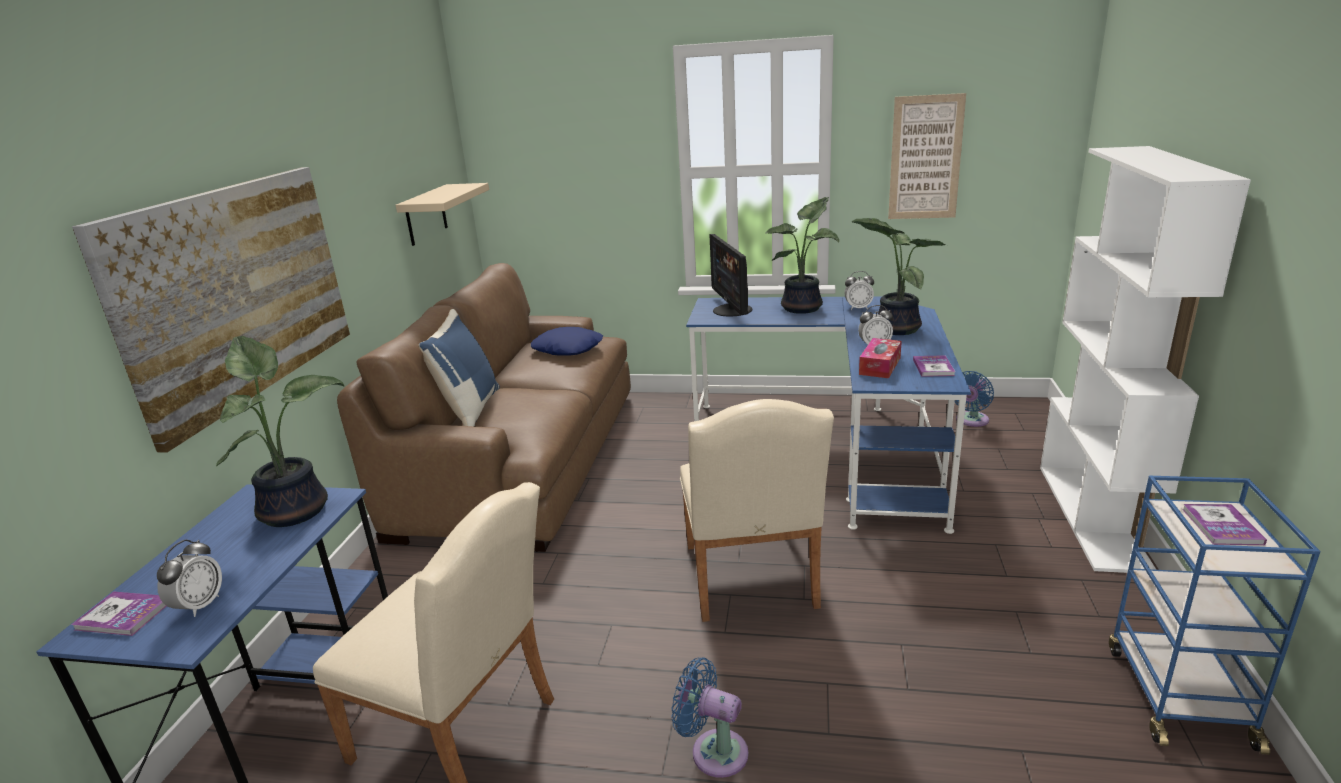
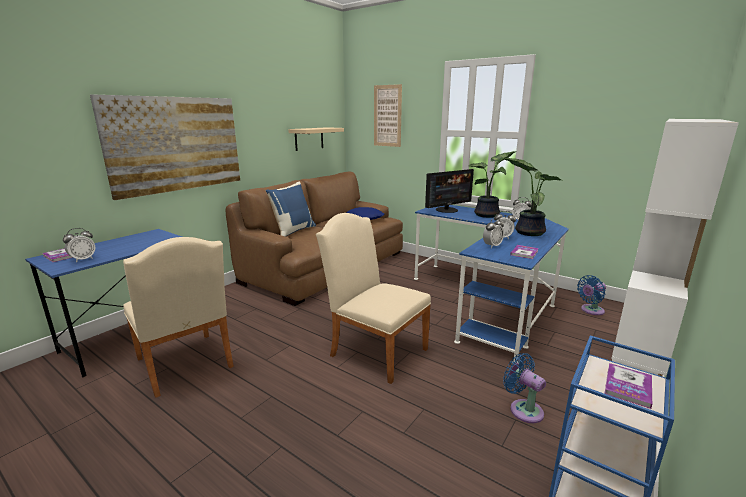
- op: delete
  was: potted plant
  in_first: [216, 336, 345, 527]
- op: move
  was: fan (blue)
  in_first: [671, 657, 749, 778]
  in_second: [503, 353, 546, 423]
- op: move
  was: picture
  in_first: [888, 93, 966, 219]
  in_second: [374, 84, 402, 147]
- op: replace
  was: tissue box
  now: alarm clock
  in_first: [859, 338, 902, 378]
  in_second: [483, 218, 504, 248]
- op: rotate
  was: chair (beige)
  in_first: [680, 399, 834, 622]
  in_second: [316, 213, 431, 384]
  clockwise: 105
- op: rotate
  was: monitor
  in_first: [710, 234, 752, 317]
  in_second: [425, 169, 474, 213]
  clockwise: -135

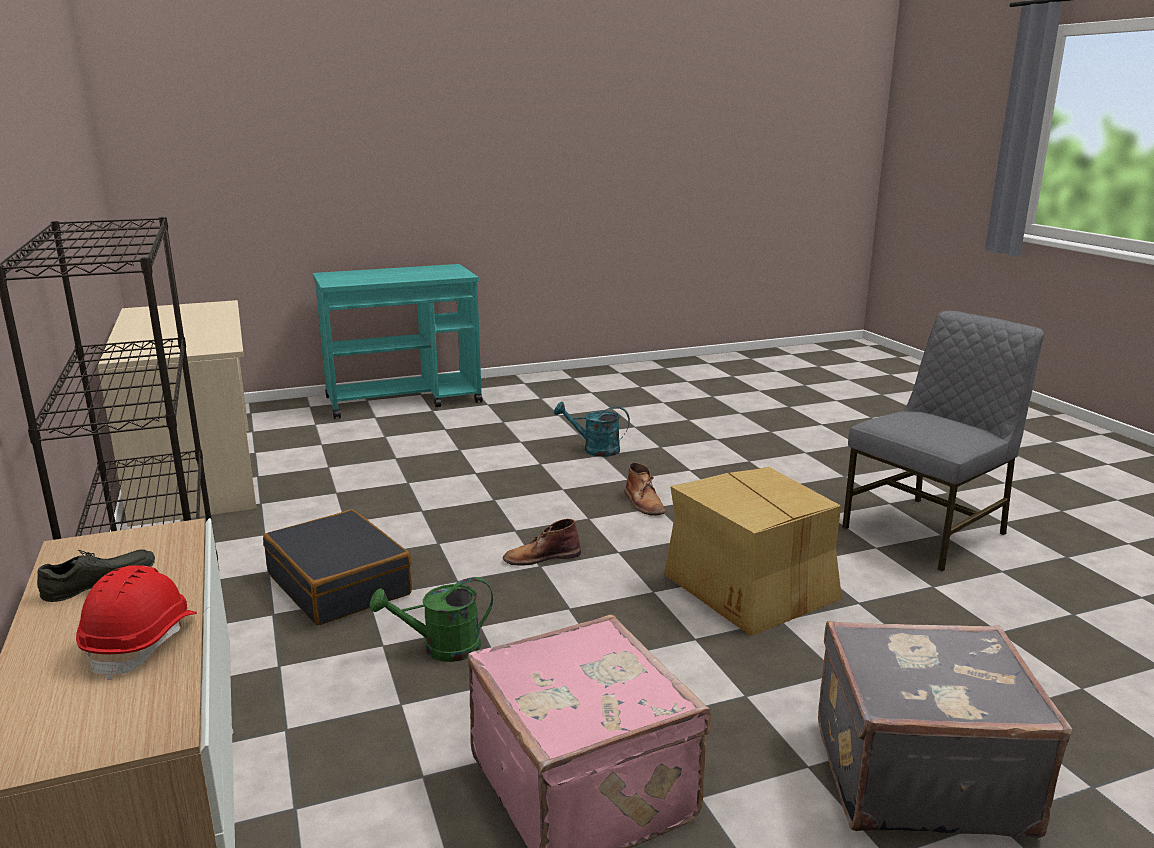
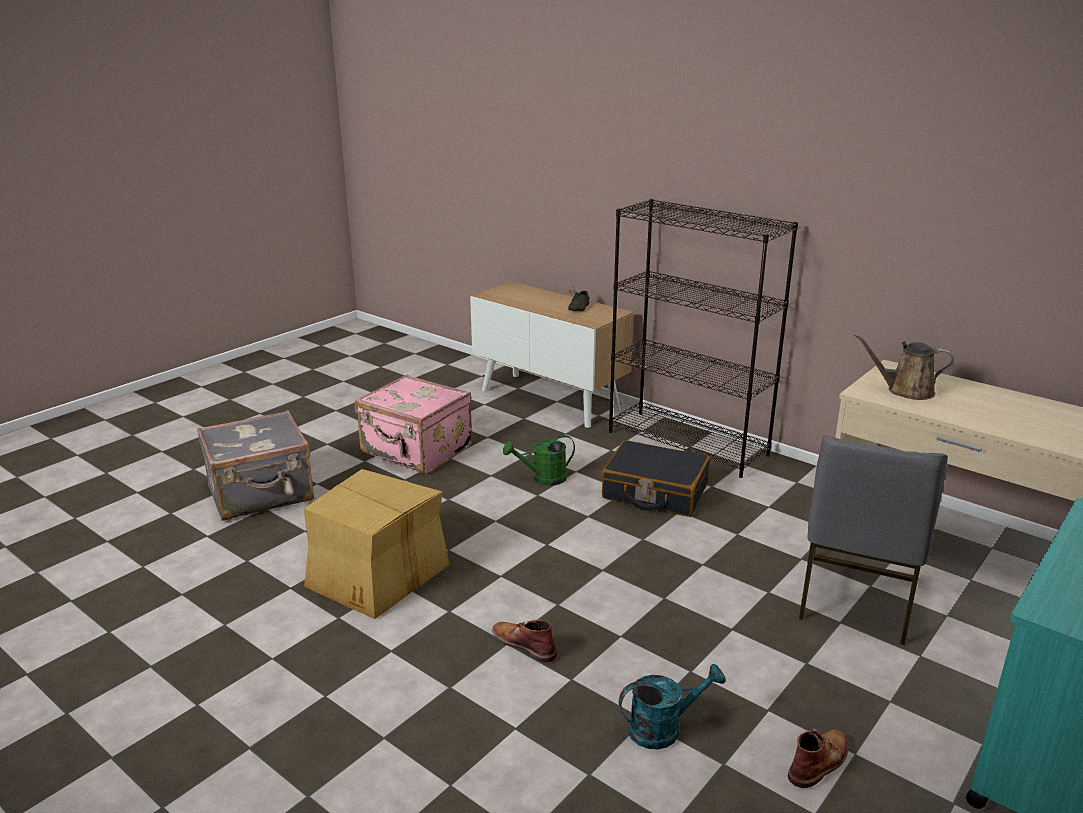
- op: delete
  was: hard hat (red)
  in_first: [76, 565, 197, 680]
- op: insert
  now: watering can (brown)
  in_second: [854, 334, 954, 400]
- op: move
  was: boot (brown)
  in_first: [503, 519, 581, 566]
  in_second: [788, 728, 849, 788]
- op: move
  was: chair (grey)
  in_first: [842, 311, 1044, 571]
  in_second: [799, 435, 948, 645]
- op: rotate
  was: watering can (green)
  in_first: [370, 577, 493, 662]
  in_second: [503, 435, 575, 486]
  clockwise: -150

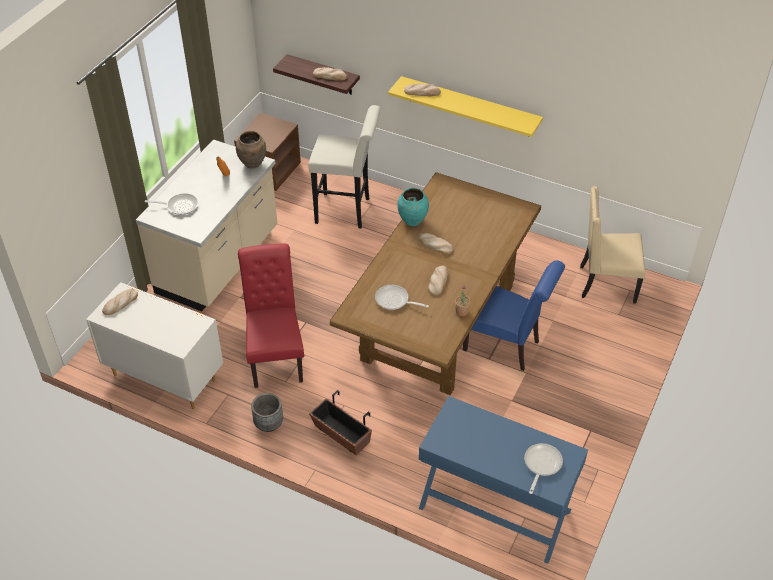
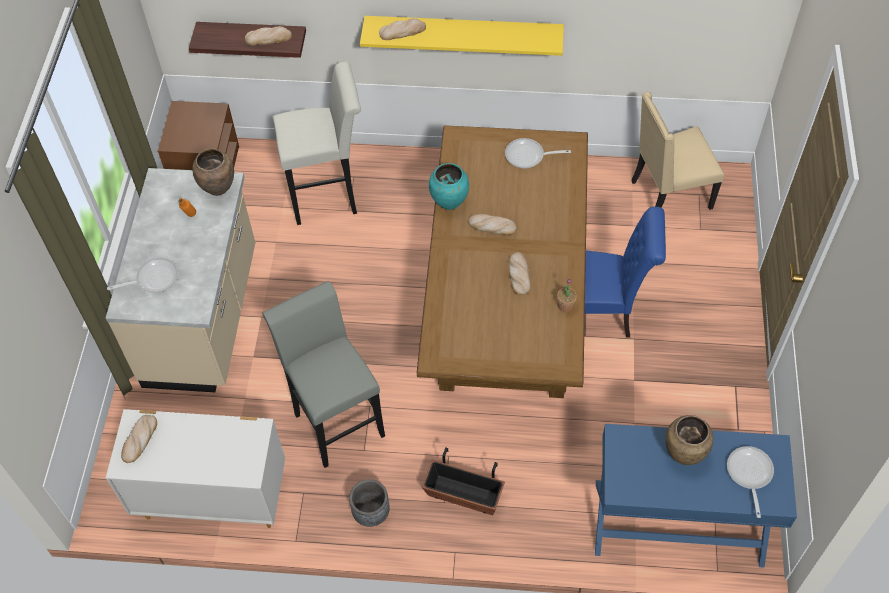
- op: insert
  now: vase (brown)
  in_second: [665, 415, 713, 465]
- op: move
  was: frying pan
  in_first: [375, 285, 429, 310]
  in_second: [505, 138, 571, 169]
- op: replace
  was: chair (red)
  now: stool (grey)
  in_first: [238, 244, 304, 388]
  in_second: [262, 281, 385, 468]

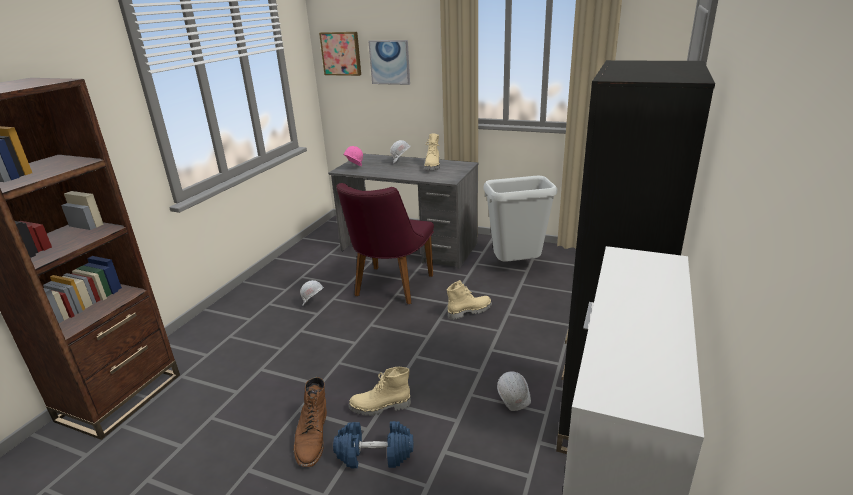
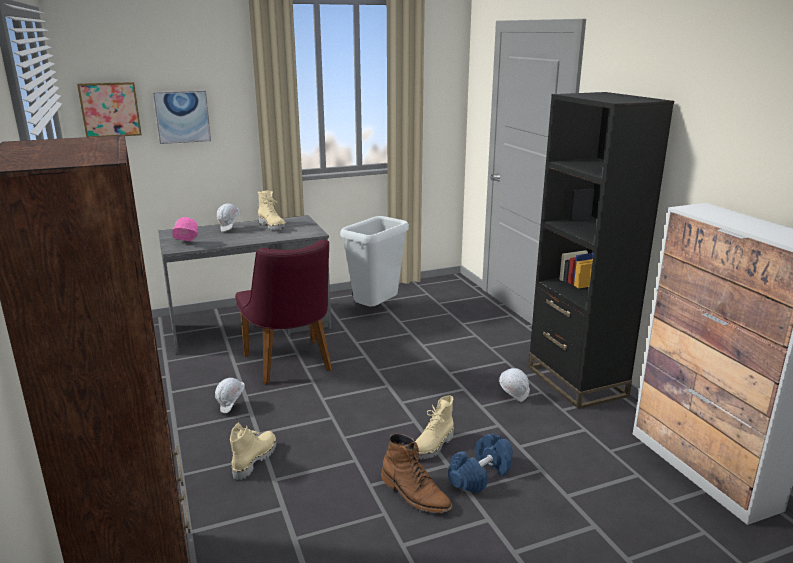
- op: move
  was: boot (beige)
  in_first: [447, 280, 492, 320]
  in_second: [230, 423, 277, 480]

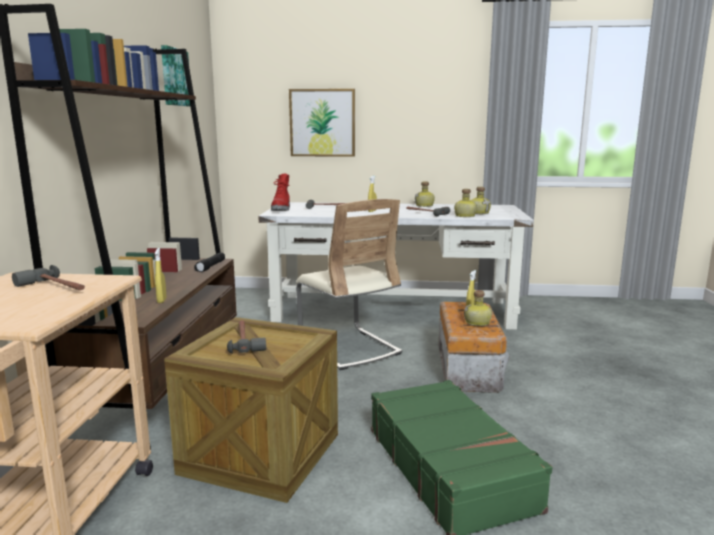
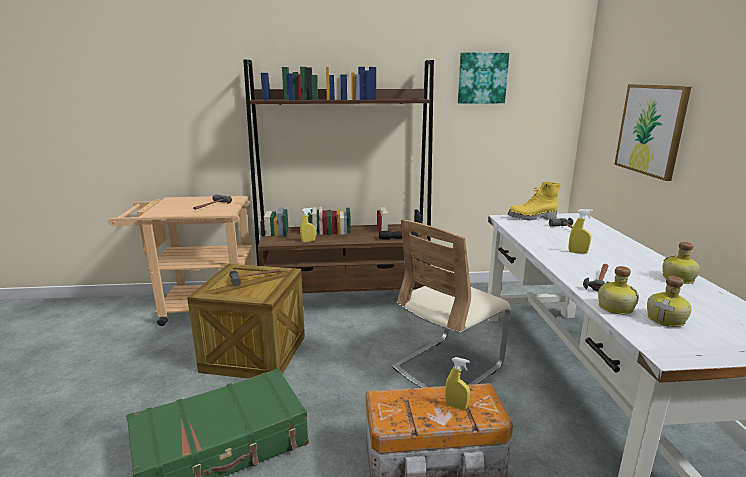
- op: delete
  was: bottle
  in_first: [464, 290, 492, 326]
- op: recolor
  was: boot (red)
  now: boot (yellow)
  in_first: [271, 173, 290, 211]
  in_second: [508, 182, 561, 221]

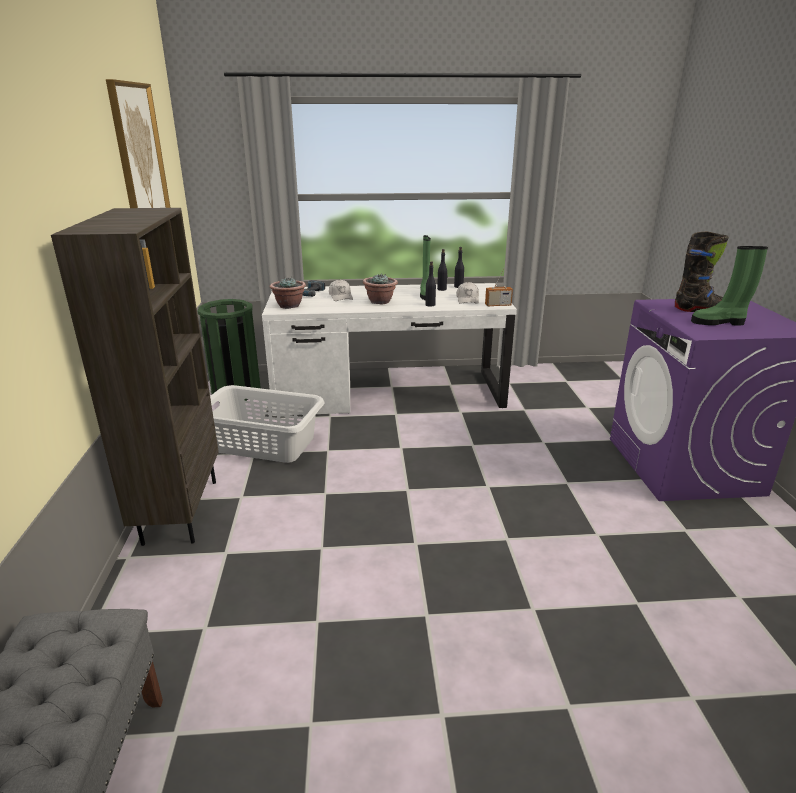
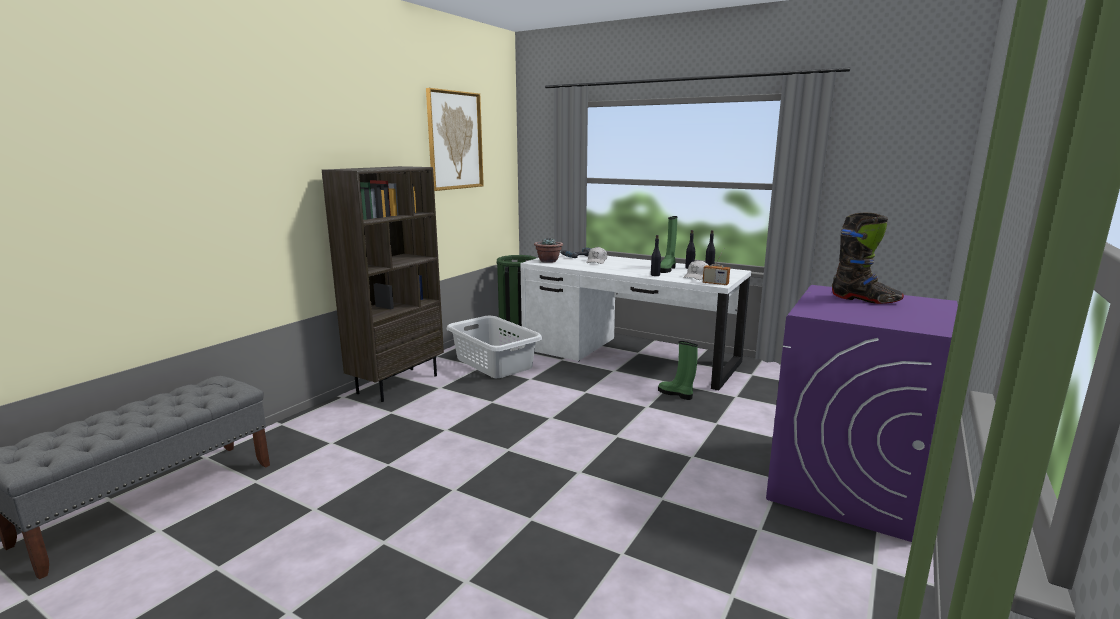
- op: delete
  was: potted plant
  in_first: [363, 274, 398, 304]
- op: move
  was: boot (green)
  in_first: [691, 246, 768, 326]
  in_second: [658, 341, 698, 400]

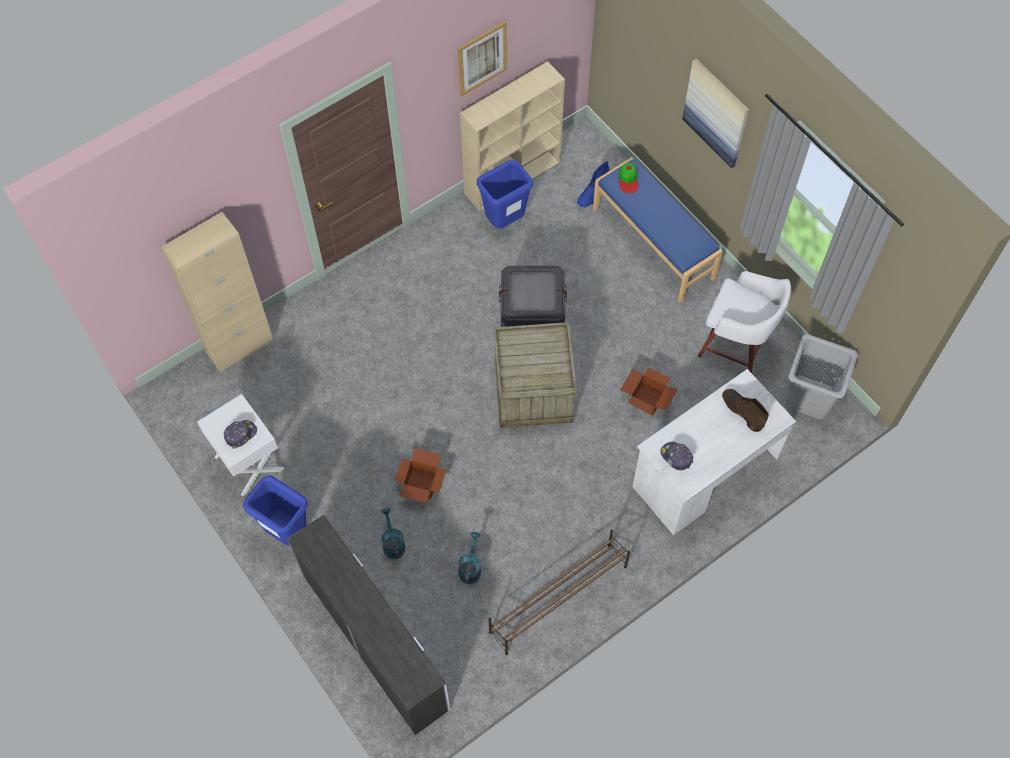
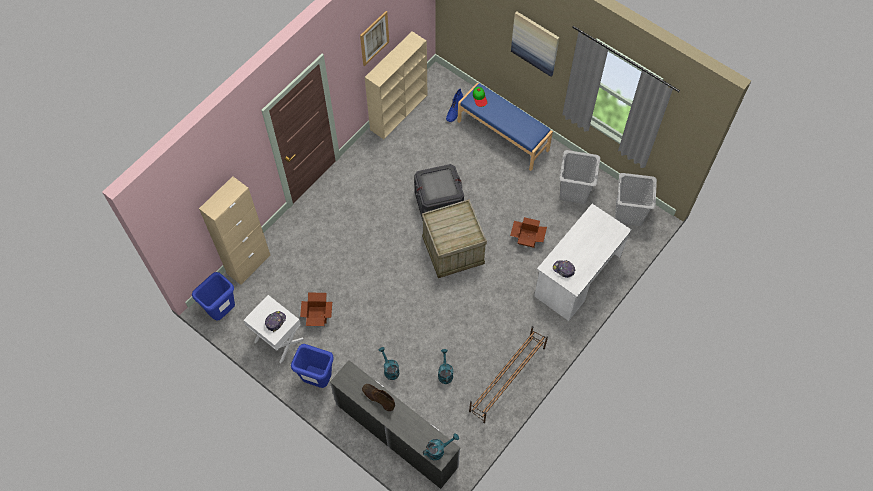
- op: insert
  now: watering can (turquoise)
  in_second: [423, 433, 459, 460]
- op: move
  was: cardboard box
  in_first: [395, 448, 446, 503]
  in_second: [300, 293, 332, 326]
- op: move
  was: trash can (blue)
  in_first: [477, 160, 533, 229]
  in_second: [192, 272, 235, 321]
- op: move
  was: boot (brown)
  in_first: [722, 389, 769, 432]
  in_second: [362, 384, 395, 411]
- op: replace
  was: stool (white)
  now: laundry basket (grey)
  in_first: [698, 271, 791, 373]
  in_second: [559, 150, 600, 204]

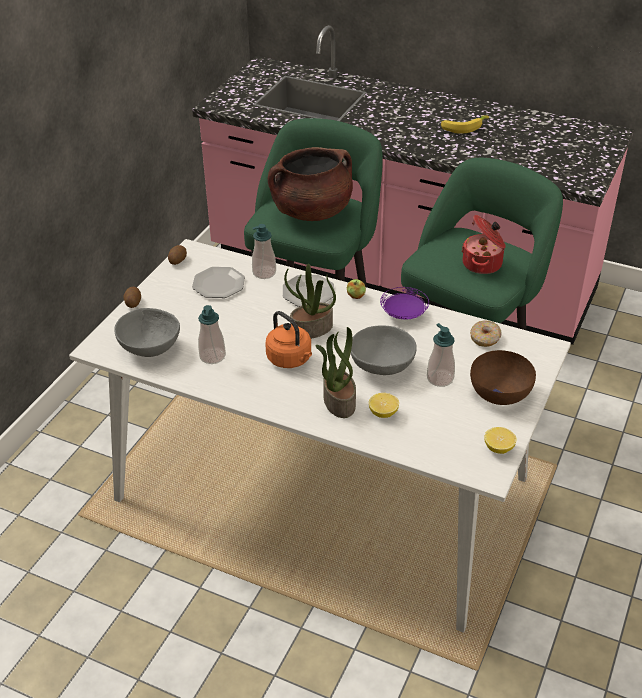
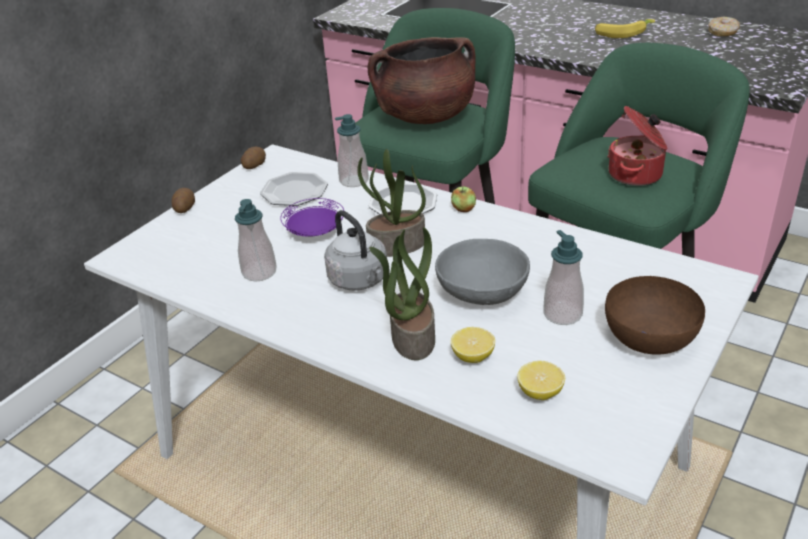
- op: delete
  was: bowl (grey)
  in_first: [114, 308, 180, 357]
- op: move
  was: plate (purple)
  in_first: [380, 287, 429, 320]
  in_second: [280, 198, 344, 237]
- op: move
  was: donut
  in_first: [470, 320, 501, 347]
  in_second: [708, 16, 740, 36]
- op: move
  was: lemon
  in_first: [485, 427, 517, 454]
  in_second: [517, 361, 565, 400]
- op: recolor
  was: kettle (orange)
  now: kettle (grey)
  in_first: [265, 311, 312, 368]
  in_second: [324, 210, 387, 291]

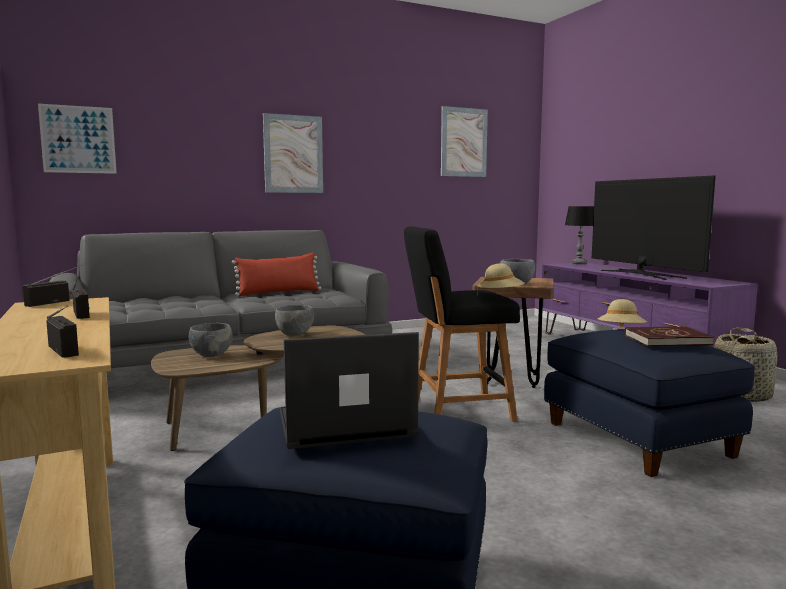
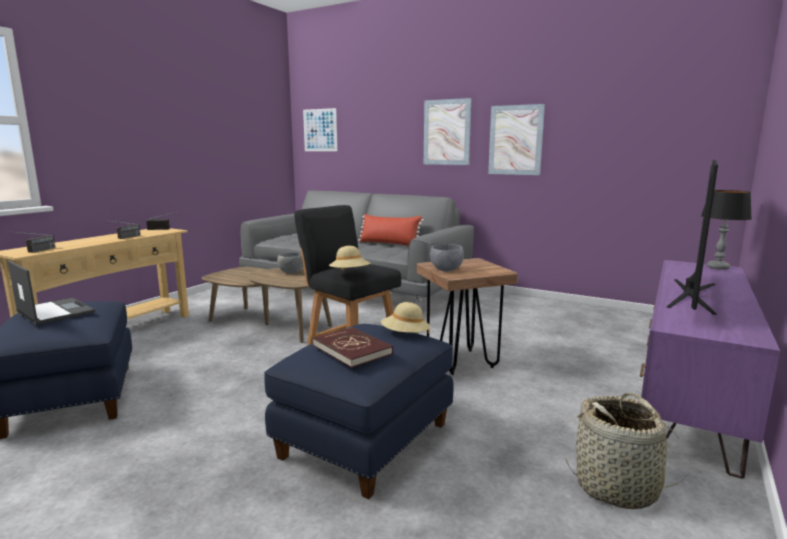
- op: delete
  was: bowl (grey)
  in_first: [189, 323, 233, 357]
- op: move
  was: picture
  in_first: [441, 106, 488, 177]
  in_second: [488, 104, 545, 175]

